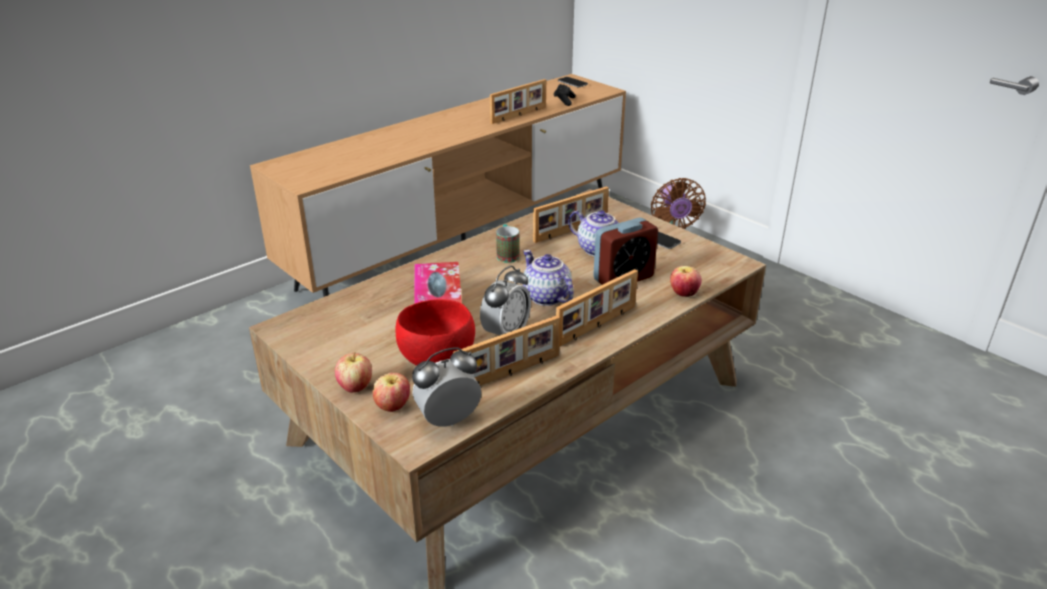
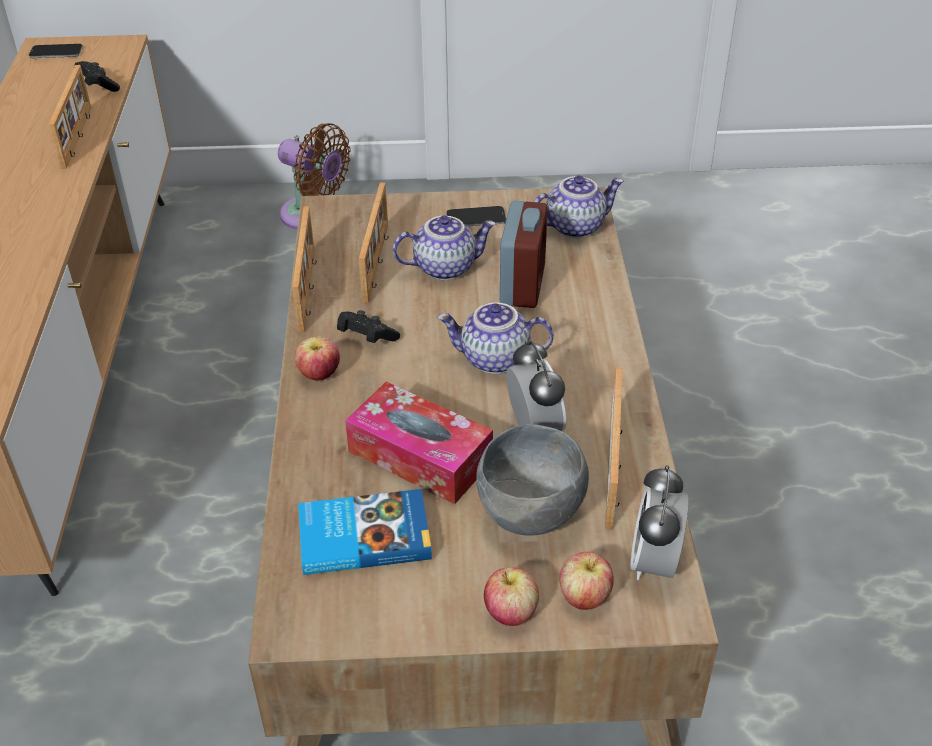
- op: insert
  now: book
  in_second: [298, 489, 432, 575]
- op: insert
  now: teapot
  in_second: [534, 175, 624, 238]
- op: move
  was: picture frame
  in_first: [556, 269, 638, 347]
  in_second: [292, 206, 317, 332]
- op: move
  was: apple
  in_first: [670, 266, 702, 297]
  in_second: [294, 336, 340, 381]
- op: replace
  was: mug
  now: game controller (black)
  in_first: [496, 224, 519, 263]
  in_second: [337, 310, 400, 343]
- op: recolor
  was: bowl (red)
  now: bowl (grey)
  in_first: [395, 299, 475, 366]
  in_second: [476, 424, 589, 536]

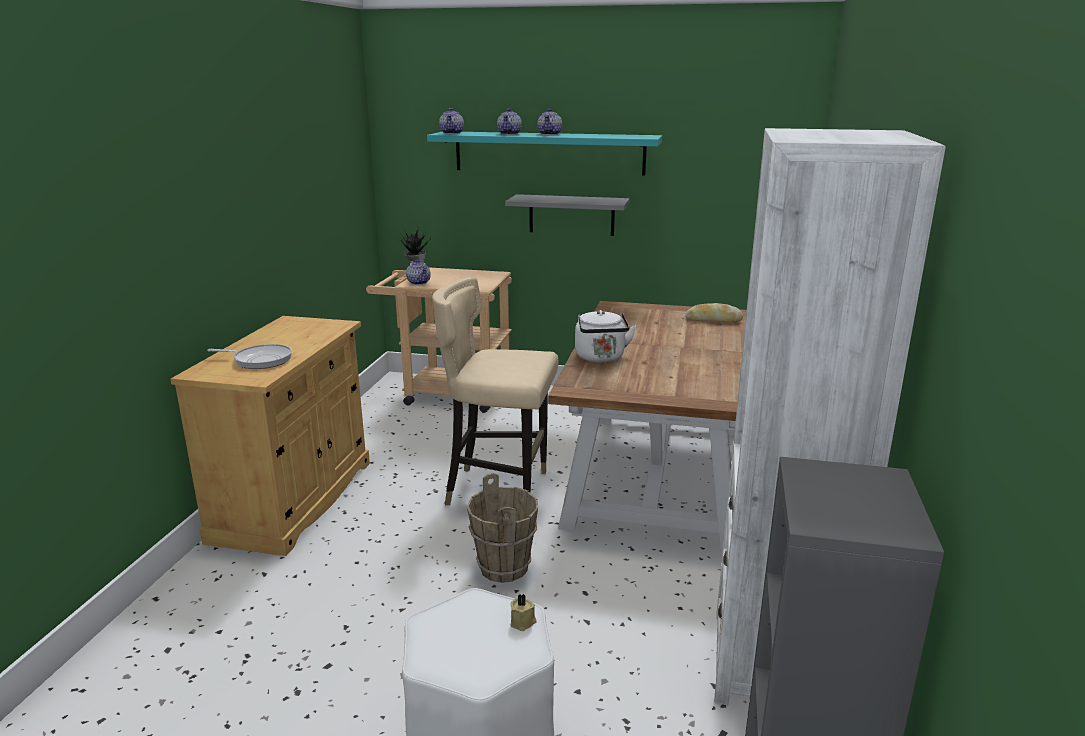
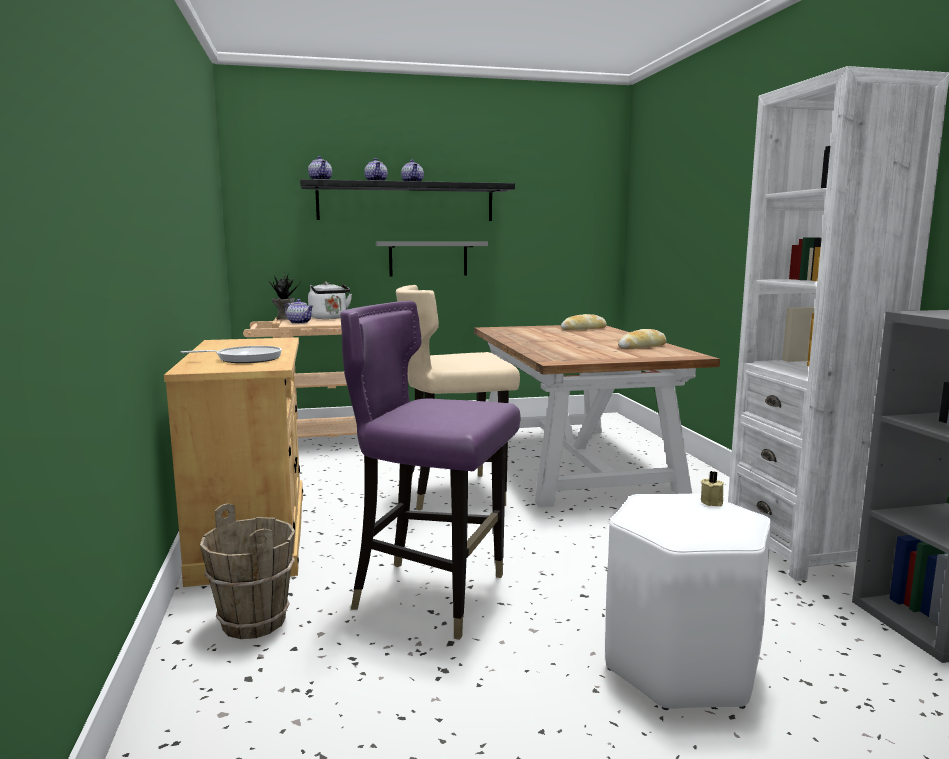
- op: insert
  now: chair (purple)
  in_second: [340, 301, 521, 640]
- op: insert
  now: bread
  in_second: [618, 329, 666, 349]
- op: move
  was: bucket (brown)
  in_first: [467, 473, 538, 583]
  in_second: [200, 503, 295, 639]
- op: move
  was: kettle (white)
  in_first: [575, 310, 636, 363]
  in_second: [308, 282, 352, 319]
- op: recolor
  was: shelf (turquoise)
  now: shelf (black)
  in_first: [427, 132, 662, 176]
  in_second: [300, 179, 515, 221]

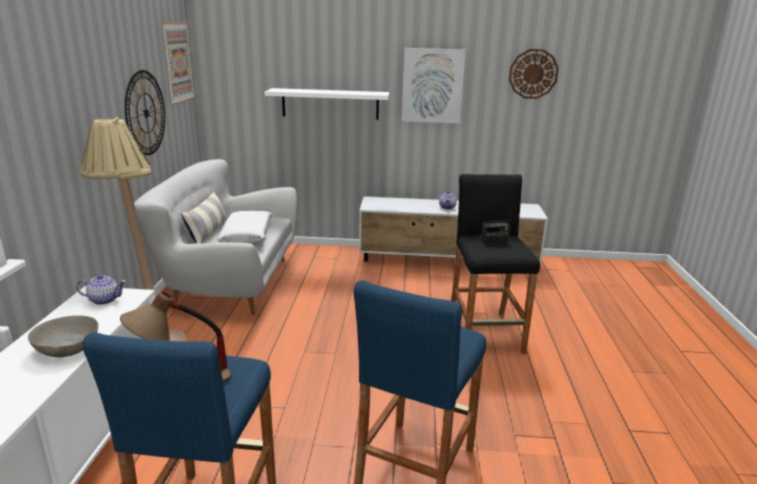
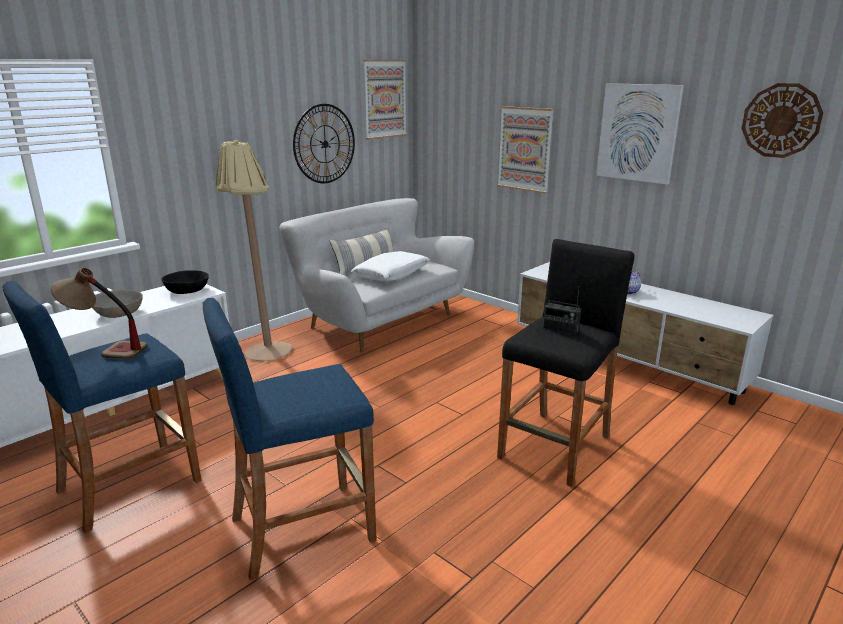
- op: replace
  was: teapot
  now: bowl (black)
  in_first: [76, 274, 126, 305]
  in_second: [161, 270, 209, 294]
- op: replace
  was: shelf (white)
  now: picture
  in_first: [265, 88, 390, 120]
  in_second: [497, 106, 554, 194]

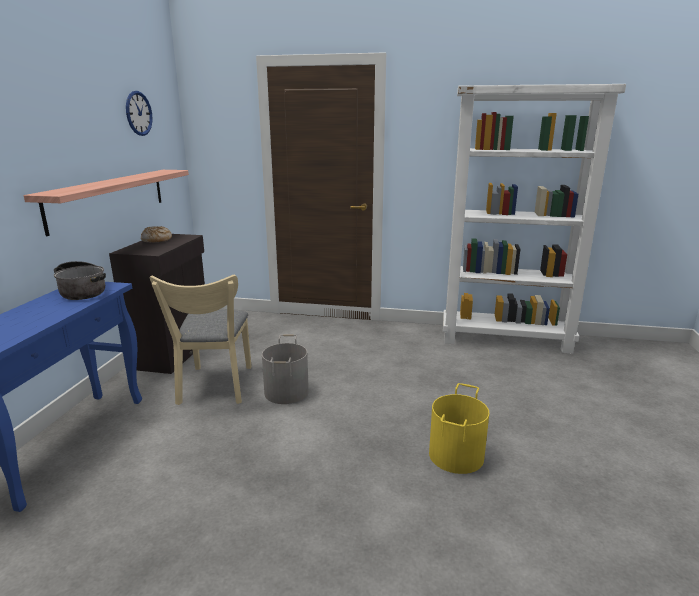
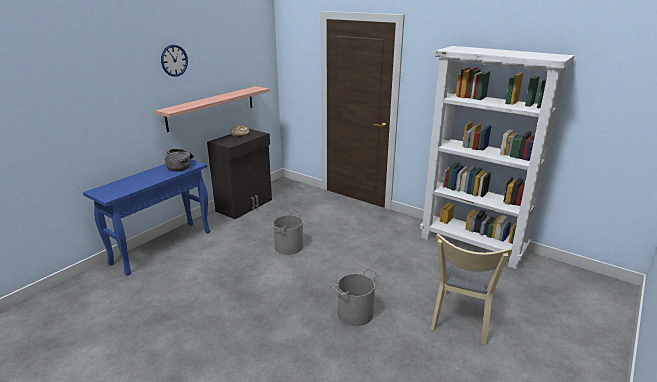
- op: move
  was: wall clock
  in_first: [126, 91, 153, 136]
  in_second: [161, 44, 188, 77]
- op: move
  was: chair (beige)
  in_first: [150, 275, 251, 405]
  in_second: [430, 234, 512, 344]
- op: recolor
  was: bucket (yellow)
  now: bucket (grey)
  in_first: [429, 383, 489, 474]
  in_second: [333, 268, 379, 326]

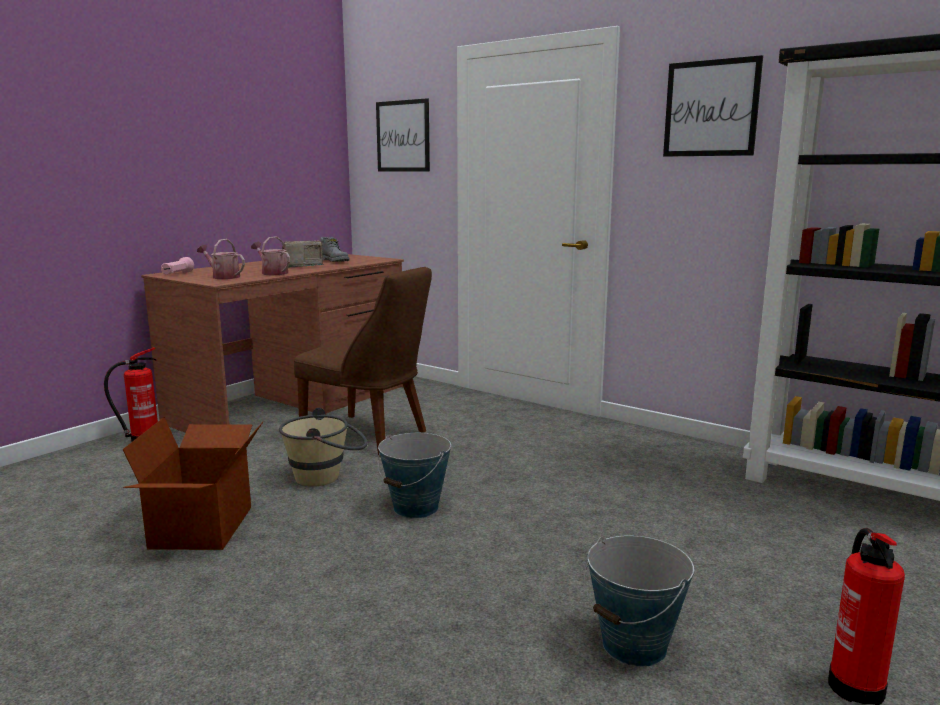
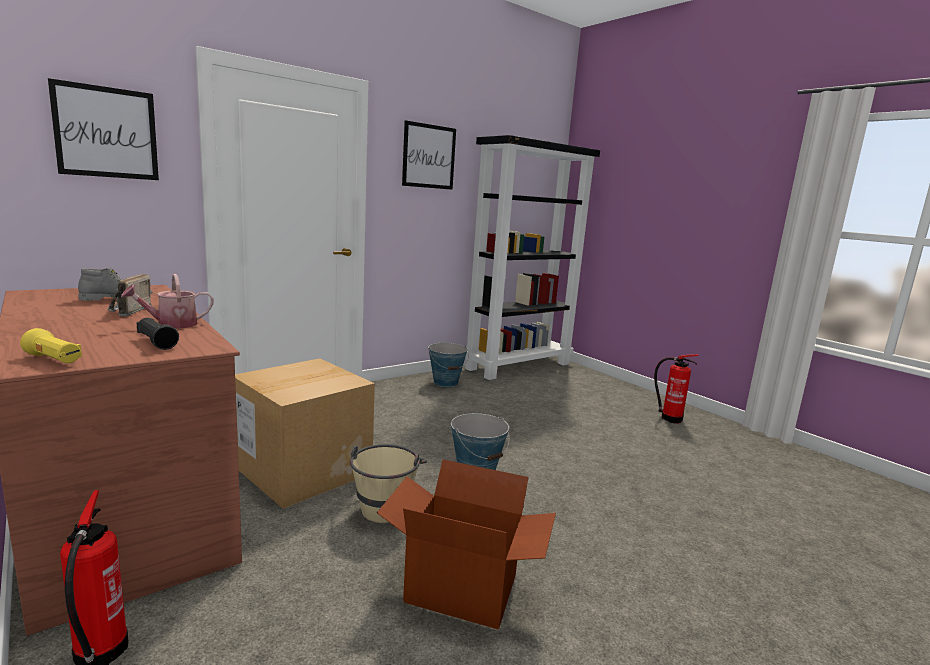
- op: move
  was: bucket
  in_first: [584, 535, 694, 667]
  in_second: [428, 343, 469, 387]
- op: replace
  was: watering can
  now: flashlight (black)
  in_first: [197, 239, 245, 279]
  in_second: [136, 318, 179, 350]
- op: replace
  was: chair (brown)
  now: cardboard box
  in_first: [294, 267, 432, 457]
  in_second: [235, 358, 375, 509]
- op: recolor
  was: flashlight (pink)
  now: flashlight (yellow)
  in_first: [161, 257, 194, 275]
  in_second: [20, 328, 82, 363]

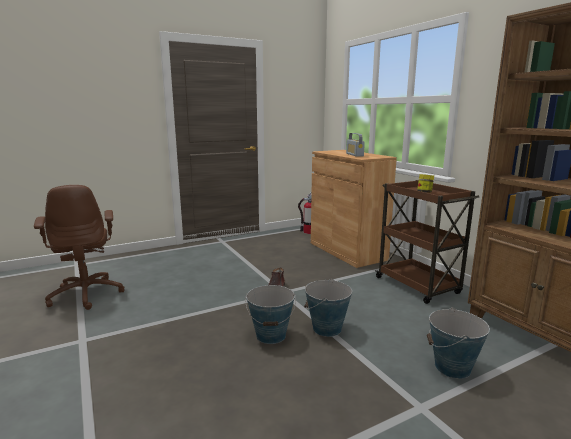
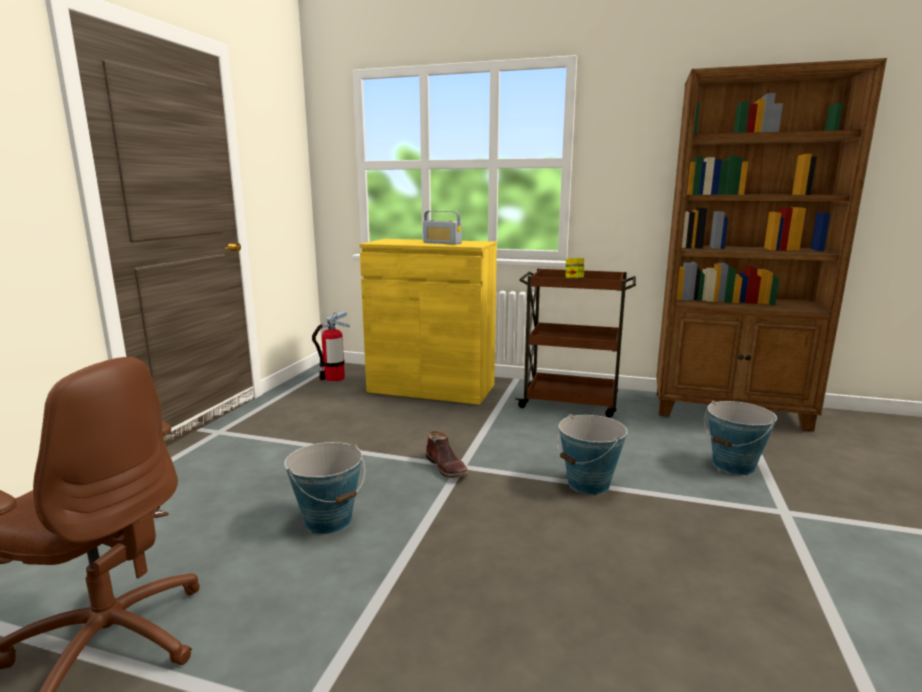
- op: move
  was: bucket
  in_first: [246, 285, 296, 344]
  in_second: [285, 442, 365, 535]
- op: recolor
  was: cabinet (brown)
  now: cabinet (yellow)
  in_first: [311, 150, 397, 268]
  in_second: [359, 239, 497, 405]

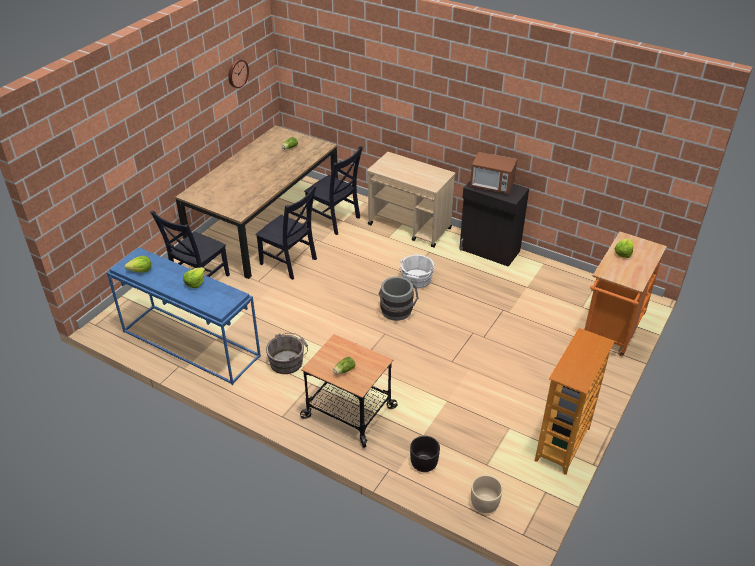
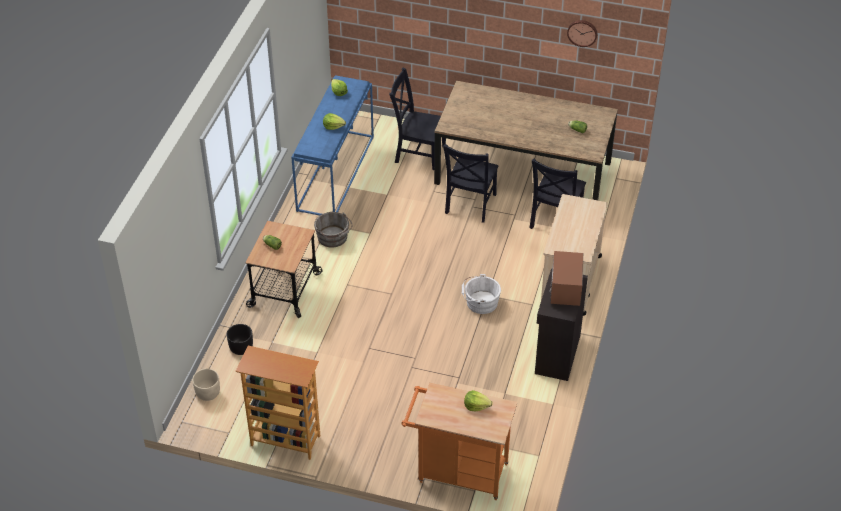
- op: delete
  was: bucket (grey)
  in_first: [379, 276, 418, 321]

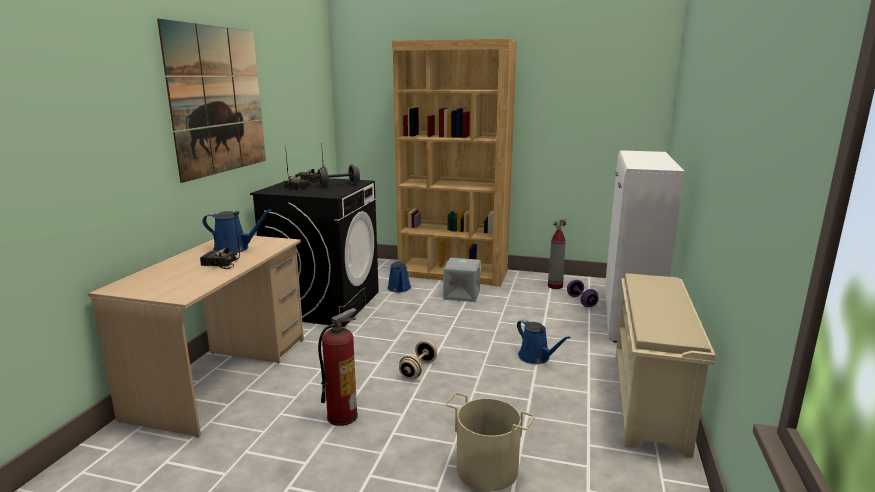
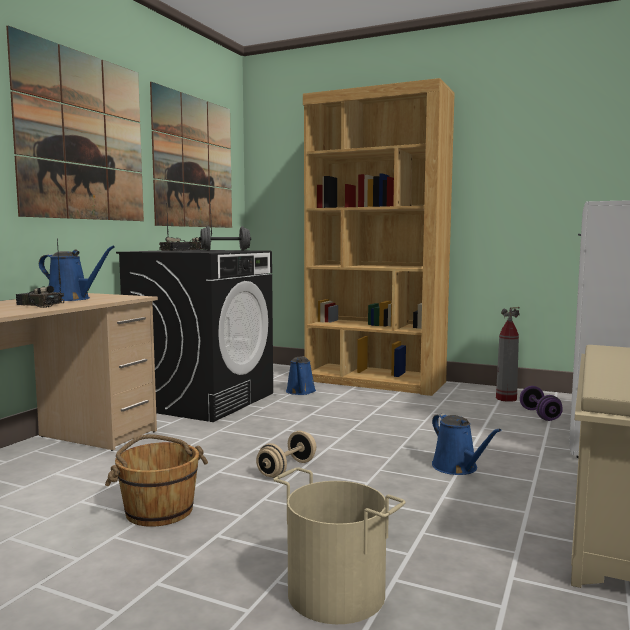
- op: delete
  was: storage box (grey)
  in_first: [443, 258, 481, 302]
- op: insert
  now: picture
  in_second: [150, 82, 232, 228]
- op: replace
  was: fire extinguisher
  now: bucket (brown)
  in_first: [318, 308, 358, 426]
  in_second: [105, 434, 208, 527]

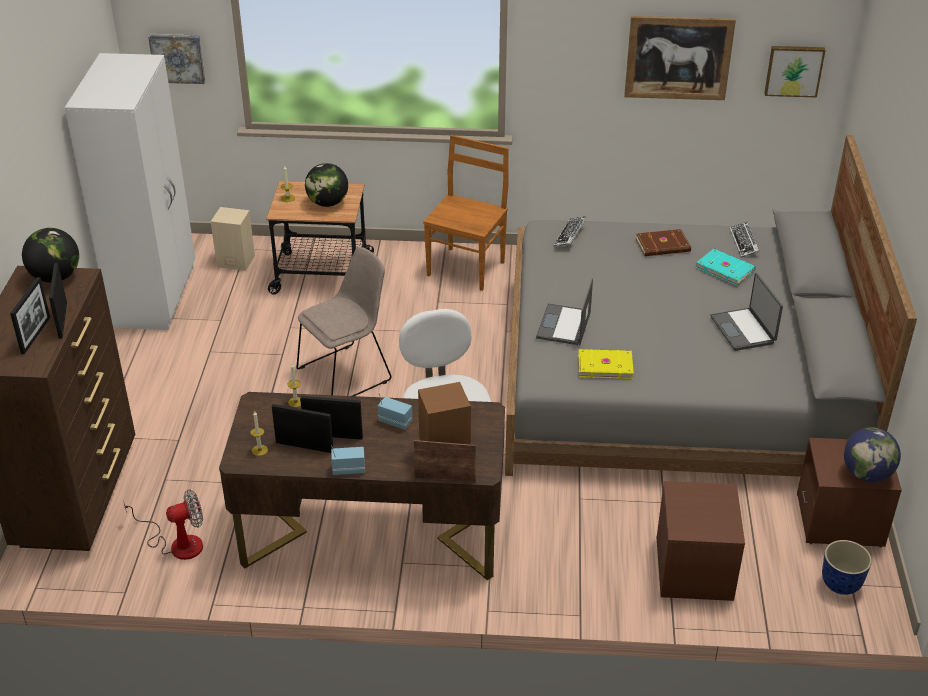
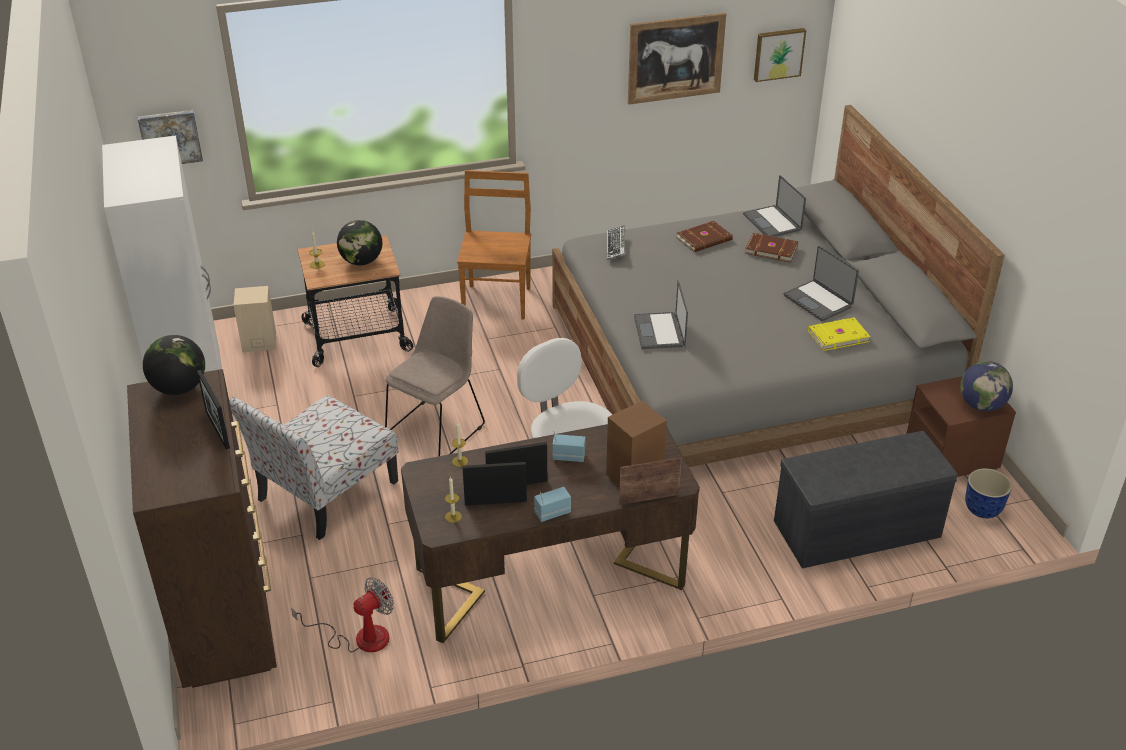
- op: delete
  was: picture frame
  in_first: [10, 277, 50, 354]
- op: insert
  now: chair
  in_second: [229, 395, 398, 540]
- op: move
  was: book (yellow)
  in_first: [578, 349, 634, 379]
  in_second: [808, 317, 871, 351]
- op: replace
  was: nightstand (brown)
  now: bench (grey)
  in_first: [657, 481, 745, 601]
  in_second: [774, 431, 958, 569]
- op: replace
  was: keyboard
  now: laptop
  in_first: [730, 222, 760, 258]
  in_second: [743, 175, 806, 237]
- op: recolor
  was: book (turquoise)
  now: book (brown)
  in_first: [695, 249, 756, 286]
  in_second: [745, 233, 798, 263]

